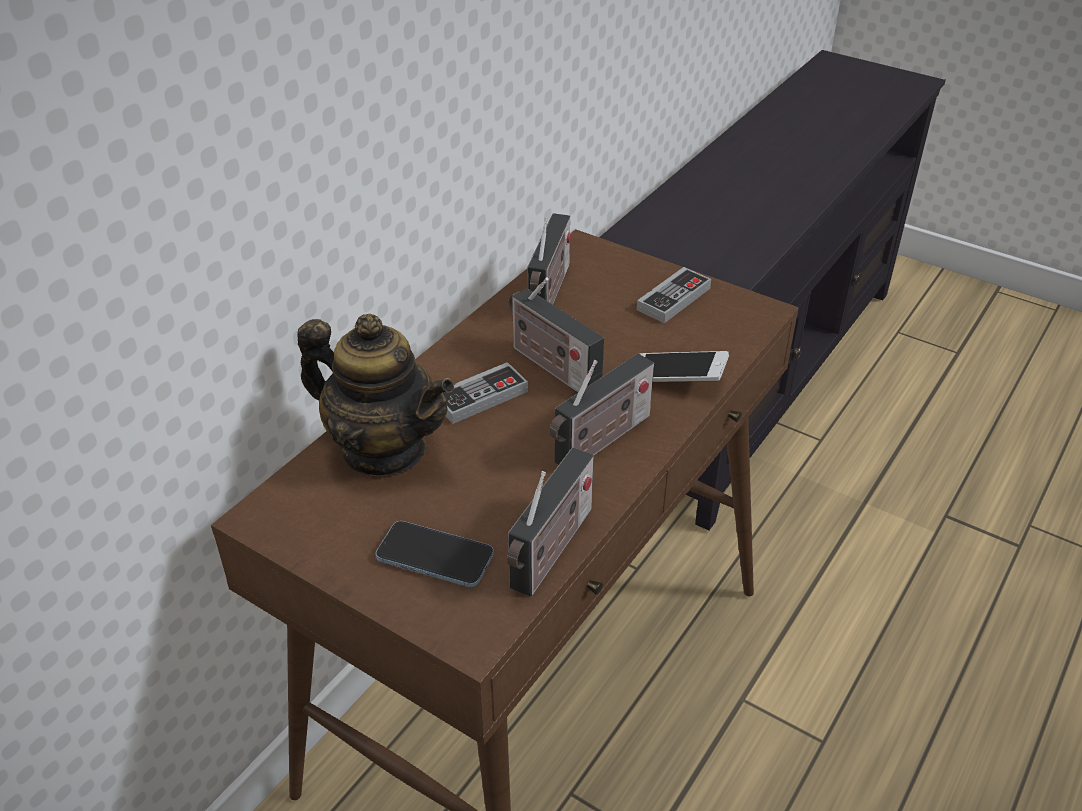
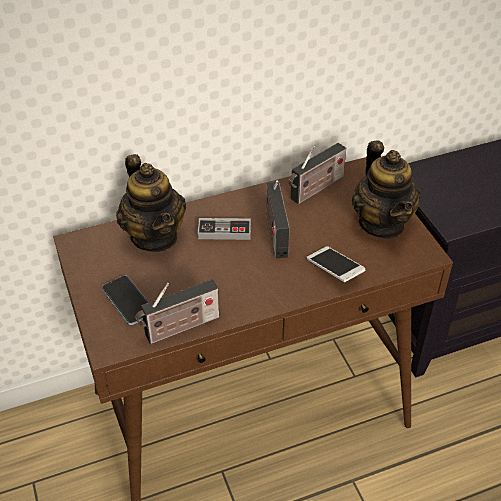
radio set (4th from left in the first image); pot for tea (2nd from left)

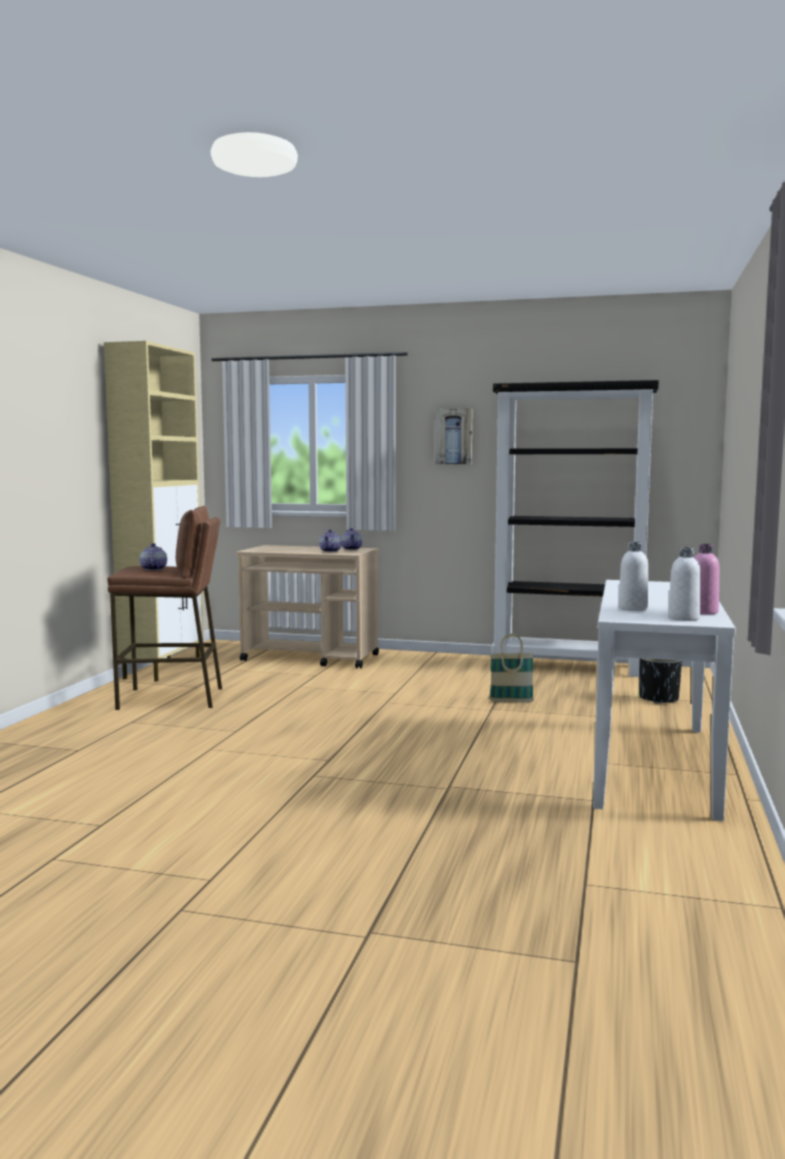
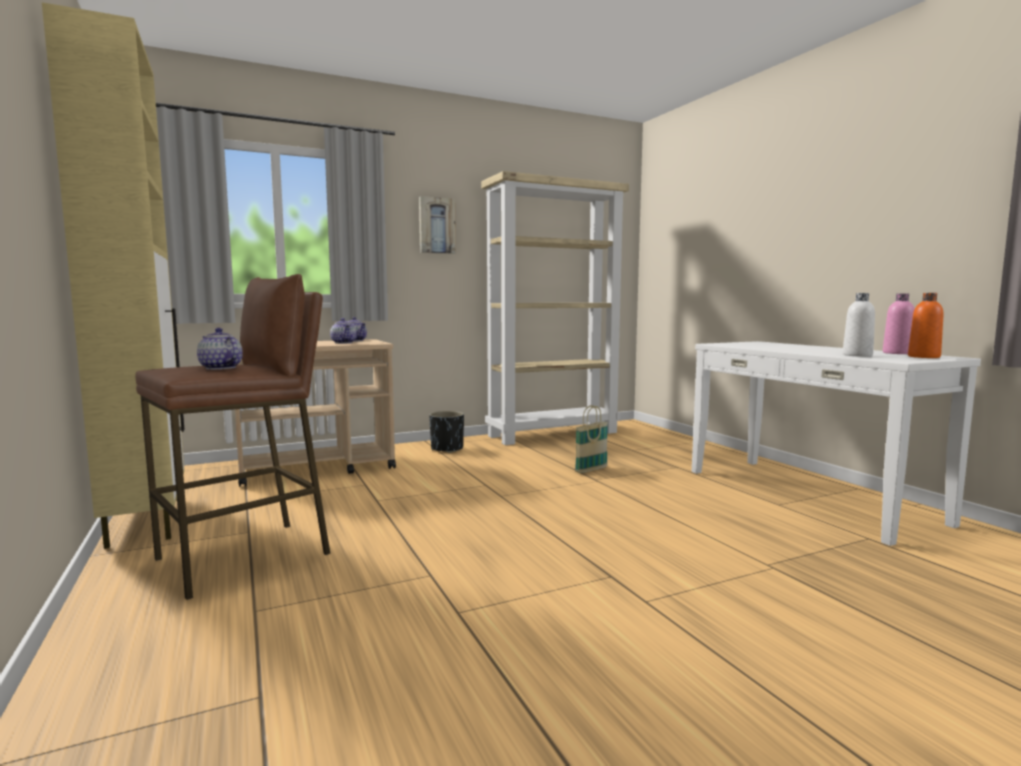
beige shelving unit; black flower pot; orange-coloured bottle

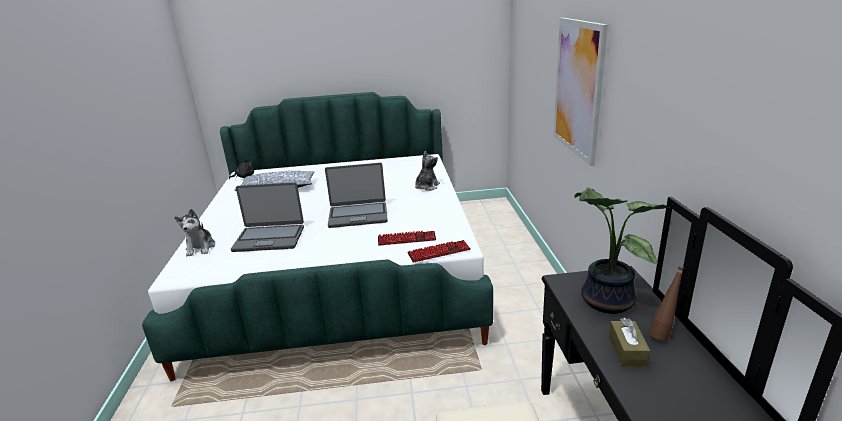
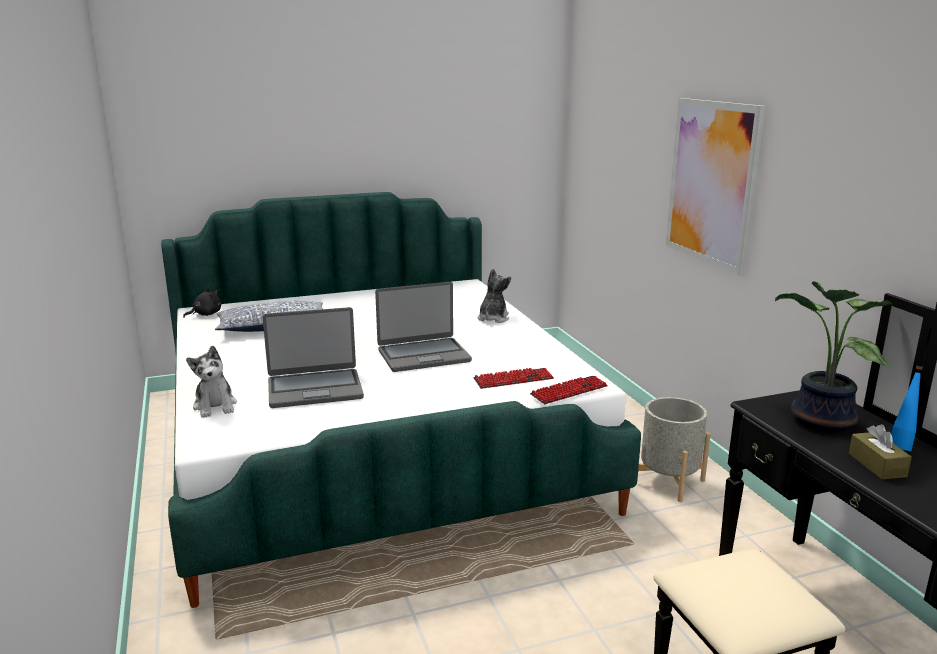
blue-coloured bottle; grey flower pot

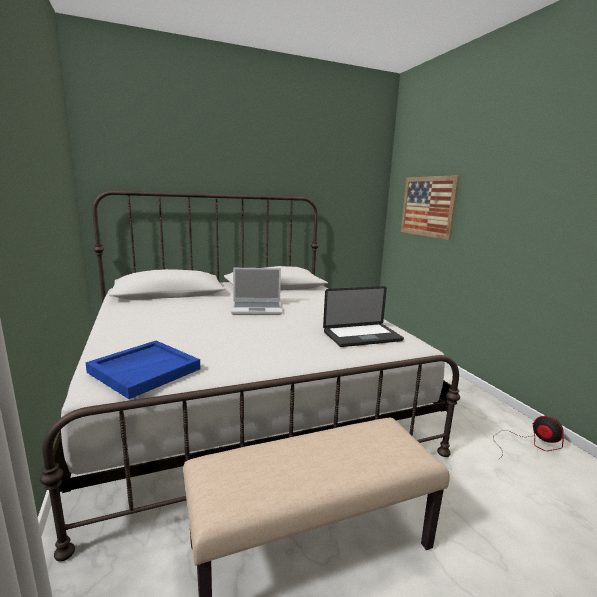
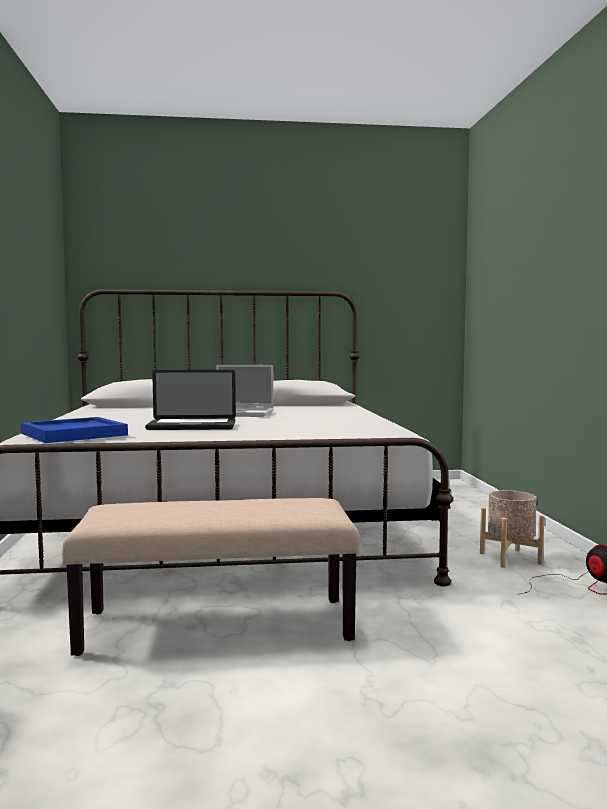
portable computer (1st from left); wall art; beige flower pot

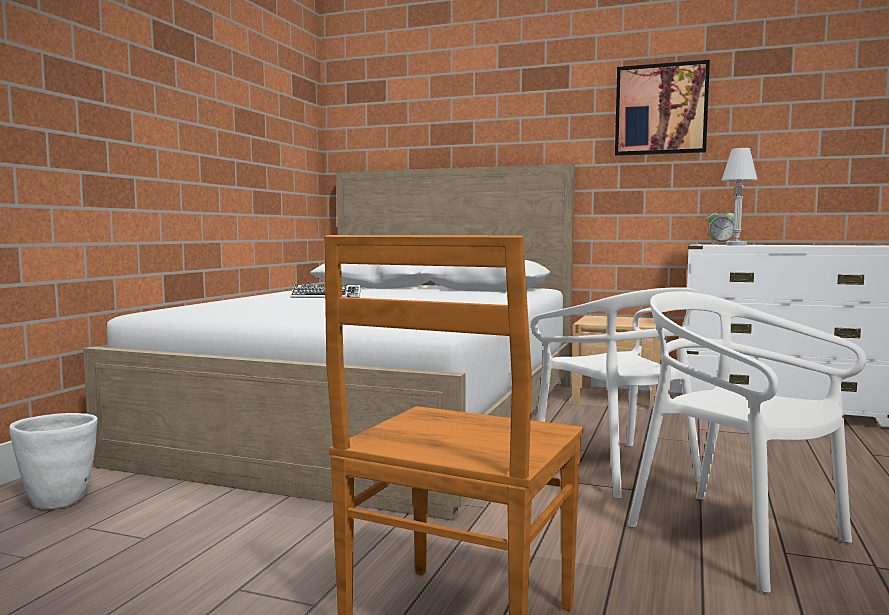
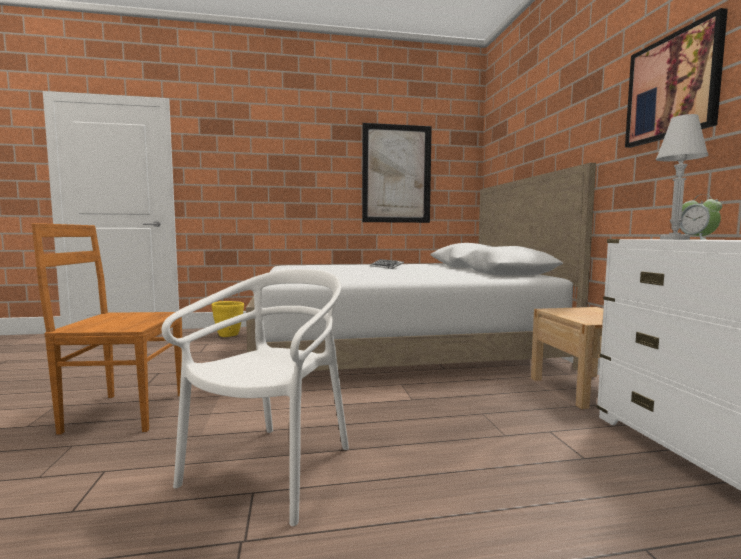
yellow flower pot; white upright chair (1st from left in the first image); wall art (1st from left)

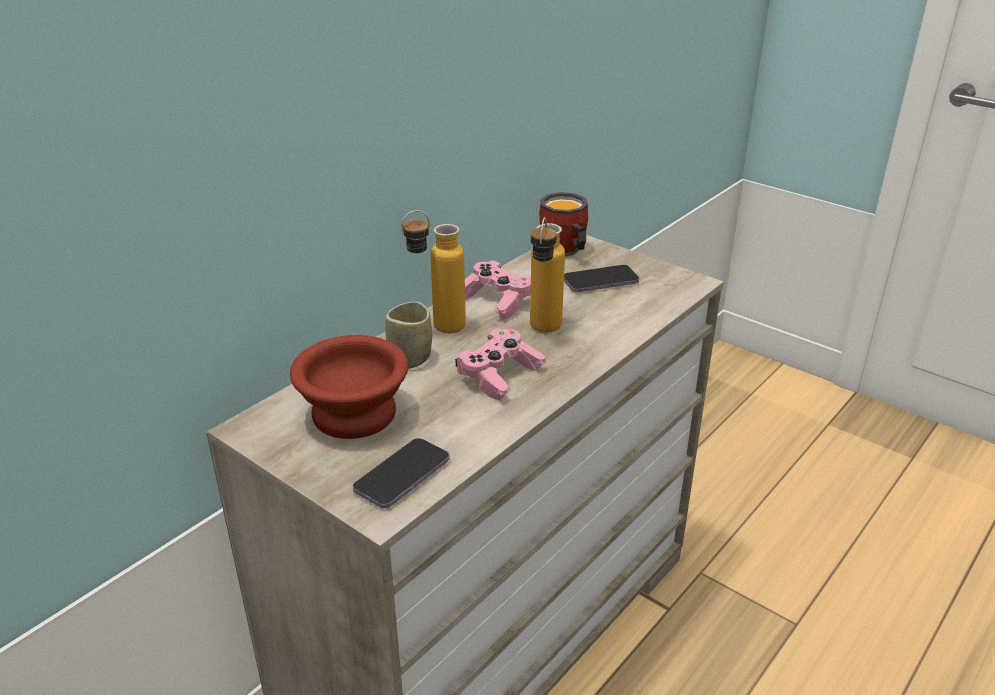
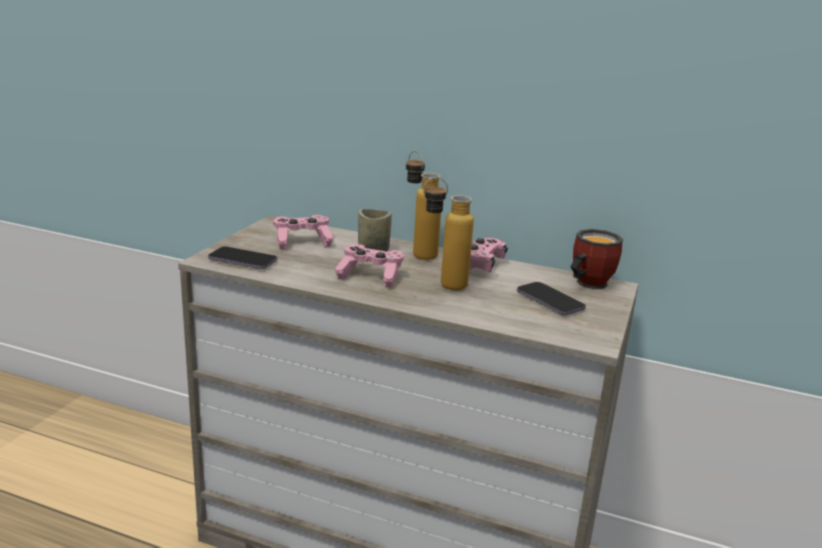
pinkish gamepad (1st from left)

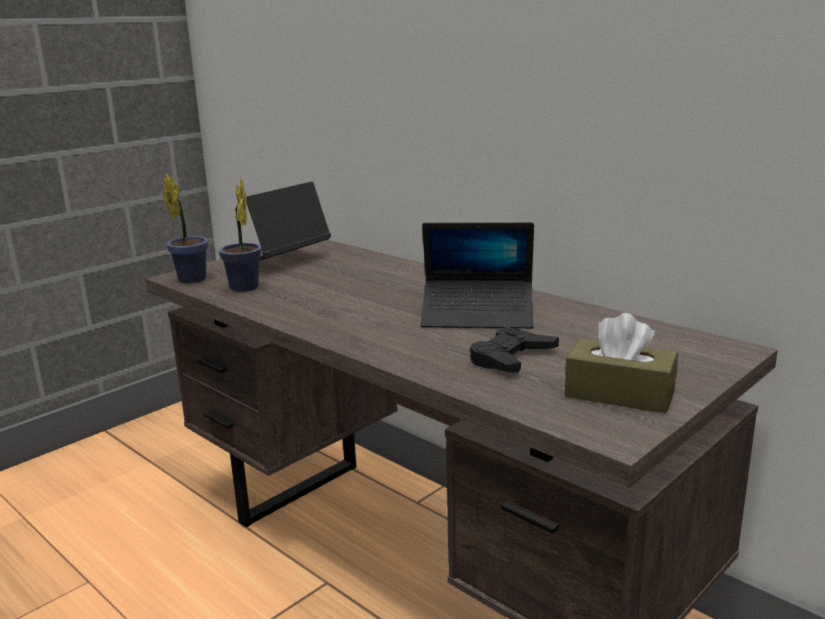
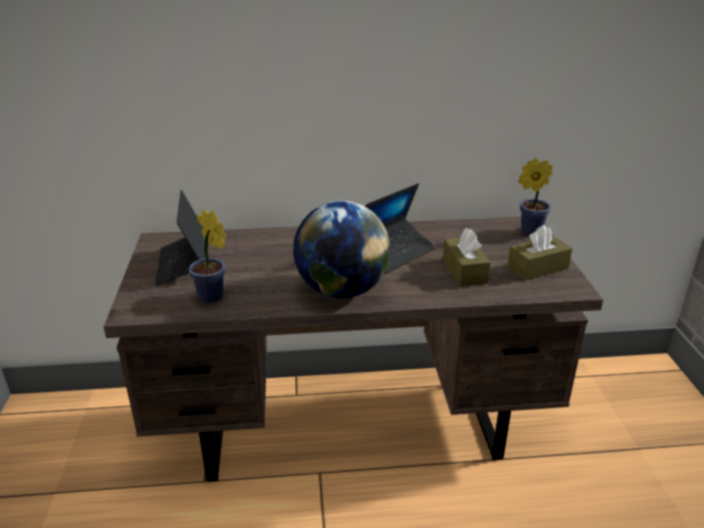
houseplant (2nd from left); brownish box of tissues (1st from left); desk globe

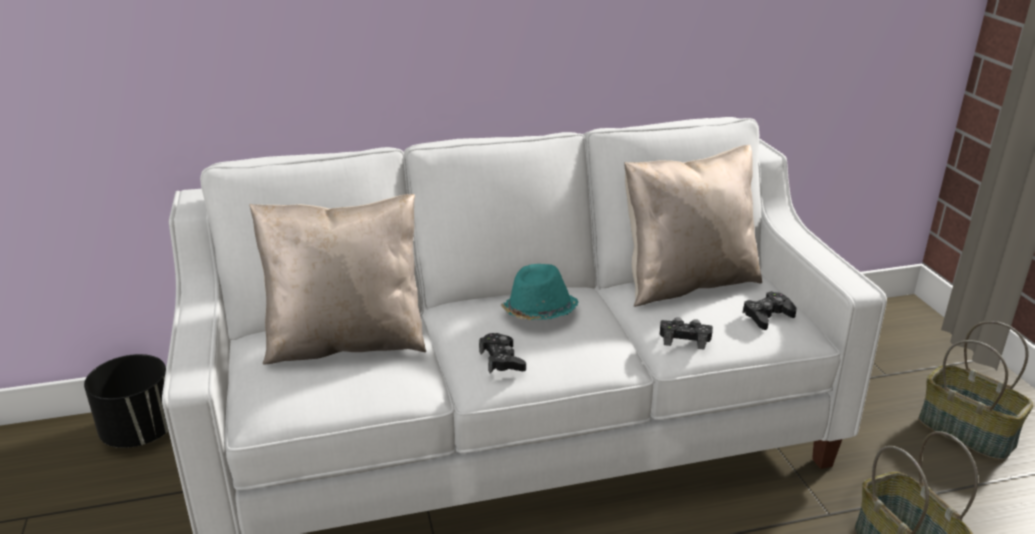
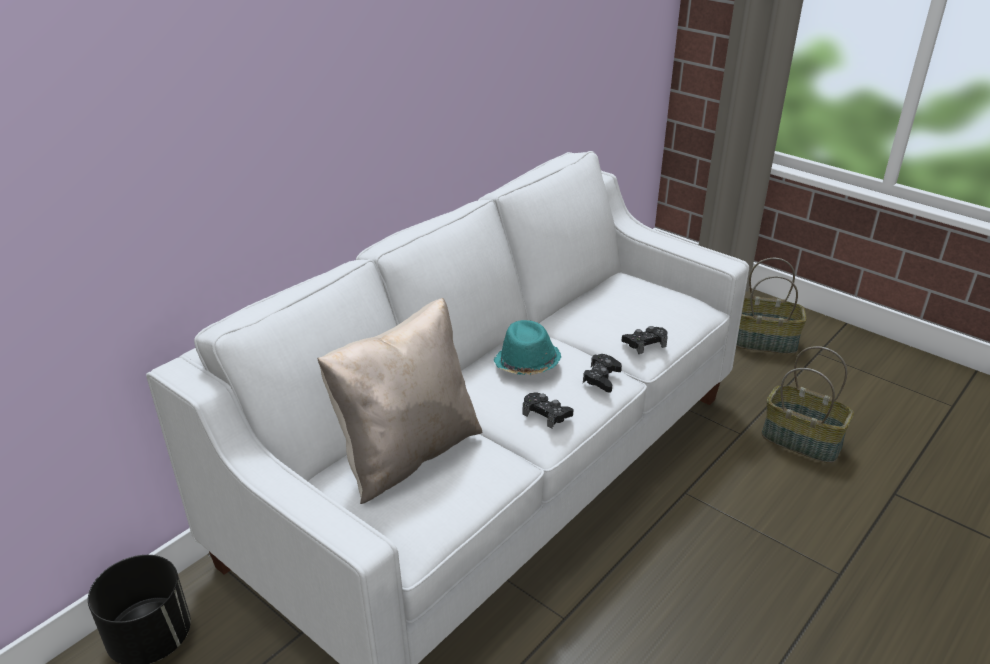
beige cushion (2nd from left in the first image); black gamepad (2nd from left)

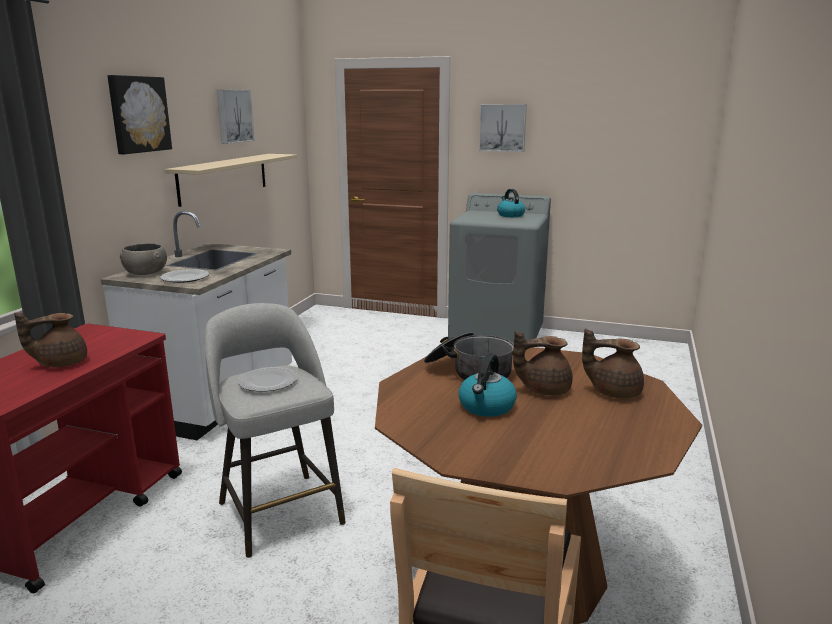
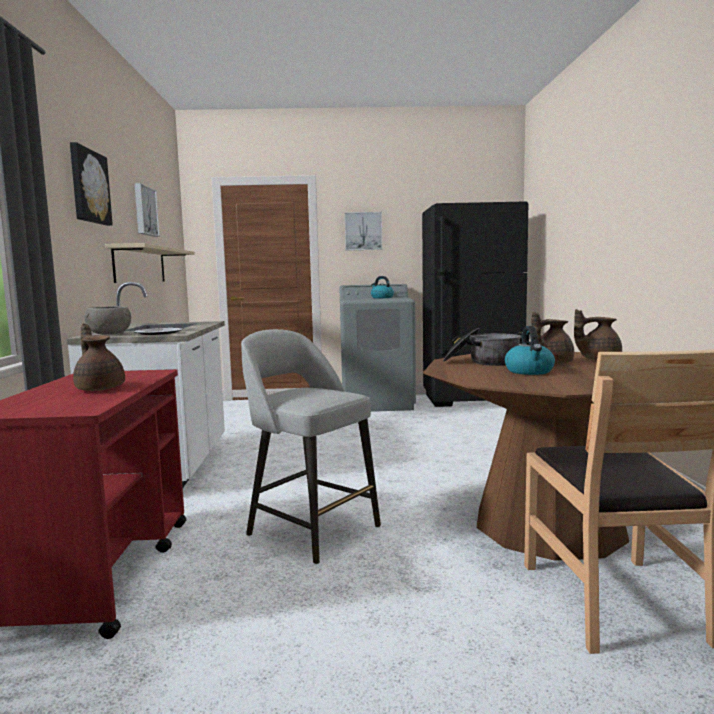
brownish pot for tea (1st from left); plate (2nd from left in the first image); black kitchen fridge

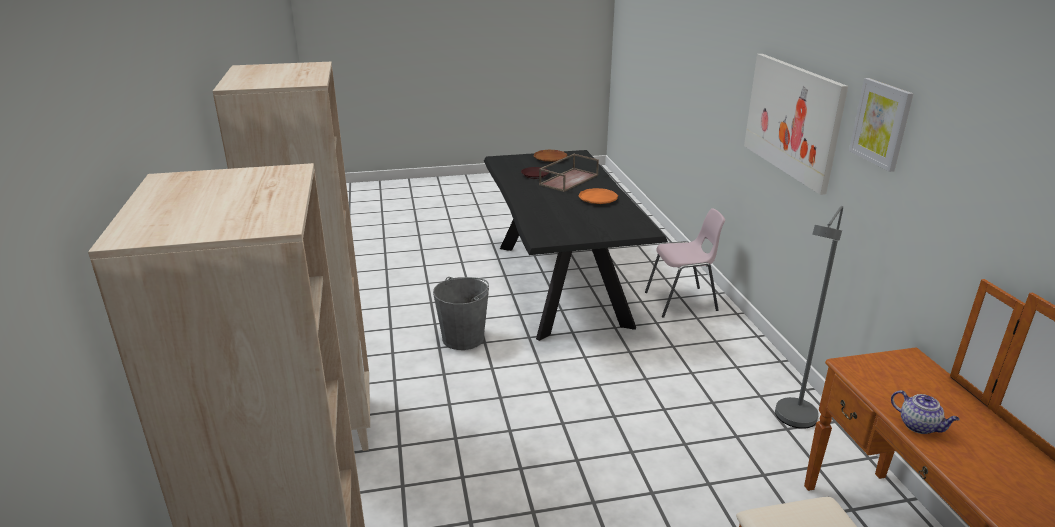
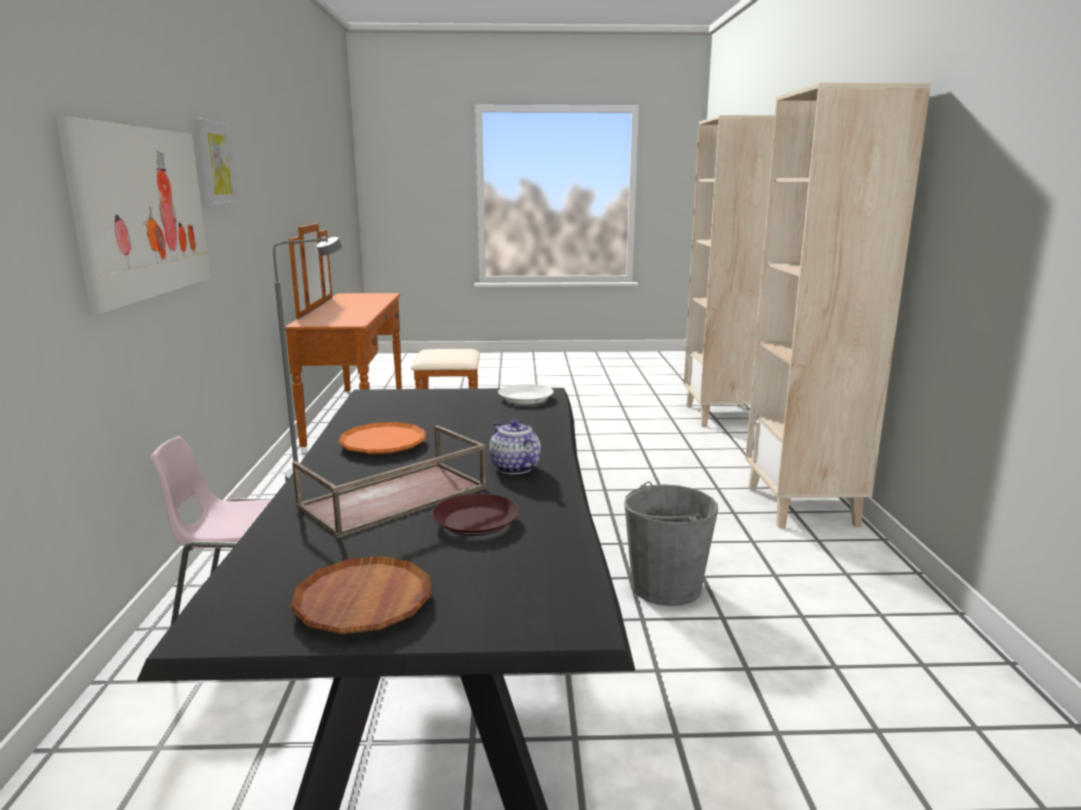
pot for tea; white plate

